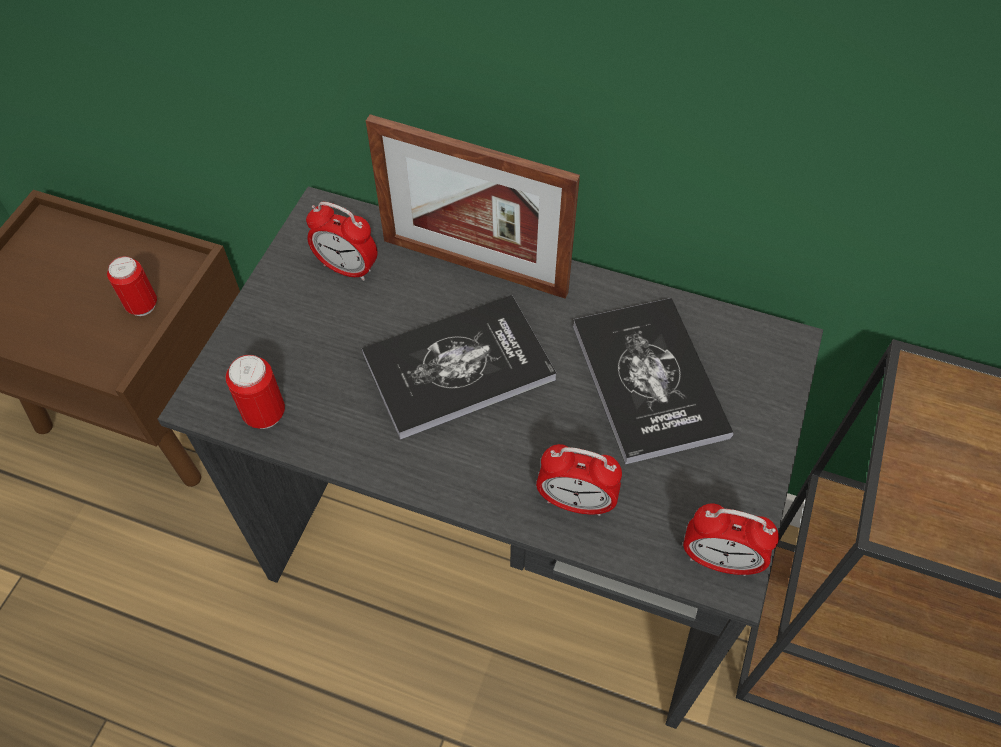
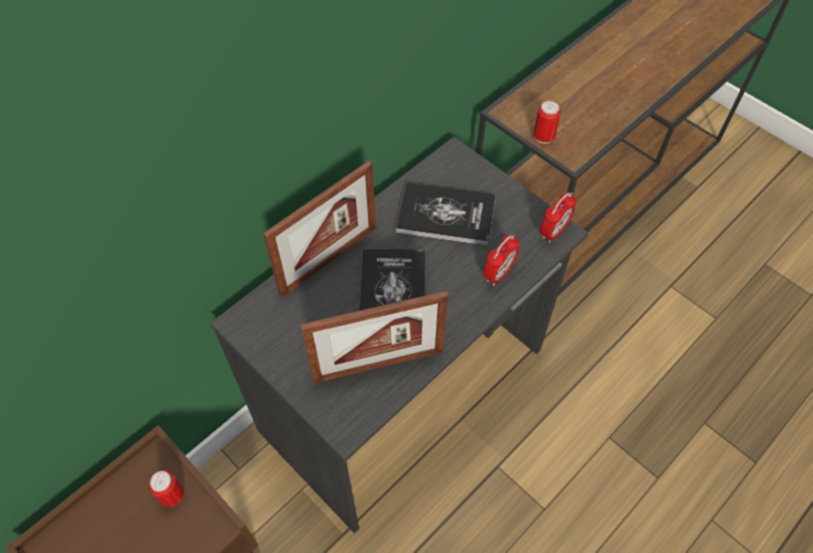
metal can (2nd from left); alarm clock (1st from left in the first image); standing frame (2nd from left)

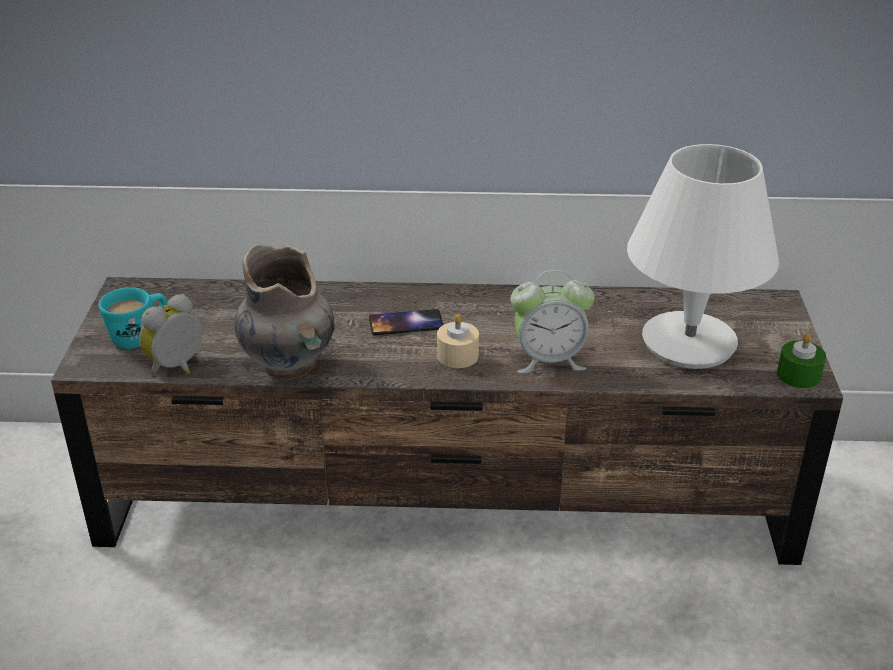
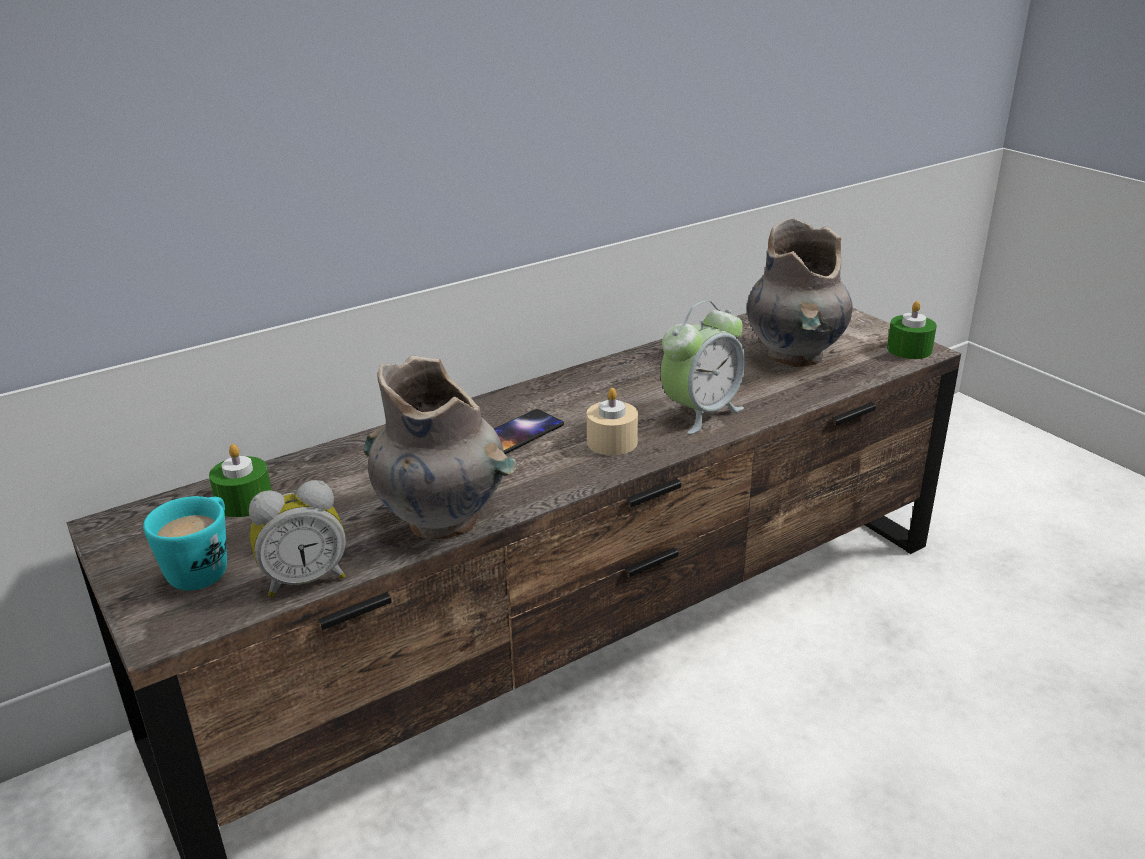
alarm clock (1st from left); grey decorative vase (2nd from left); green wax light (1st from left)

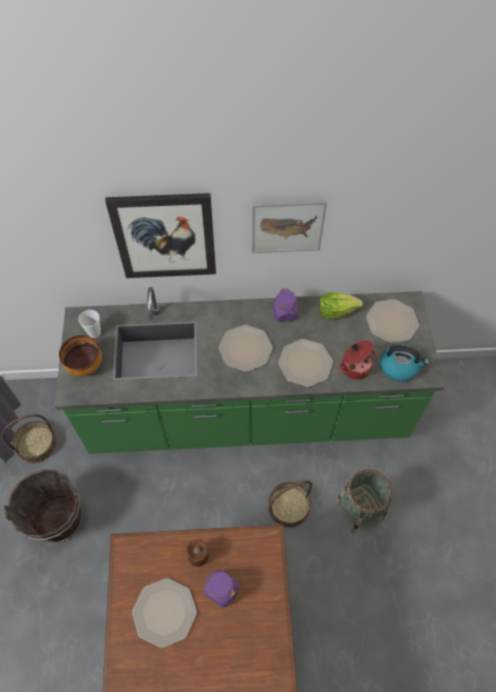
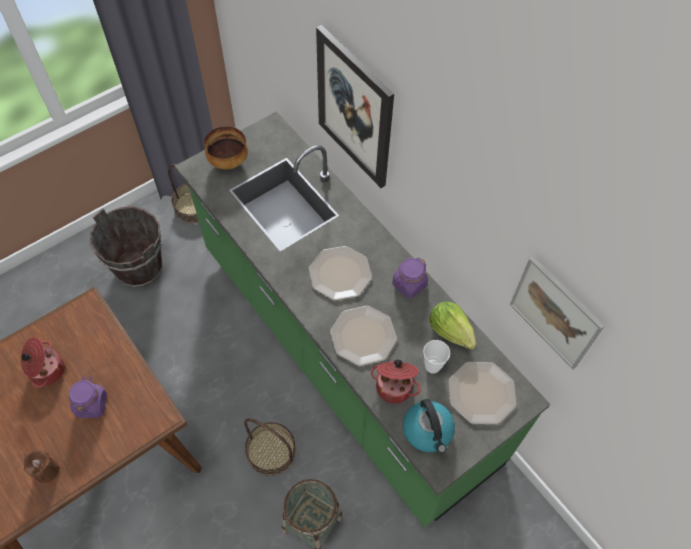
small cup; cooking pot (1st from left); brownish wax light; wall art (2nd from left)

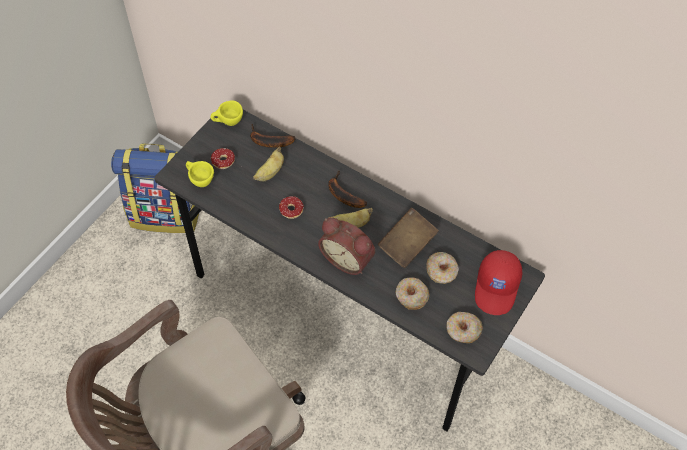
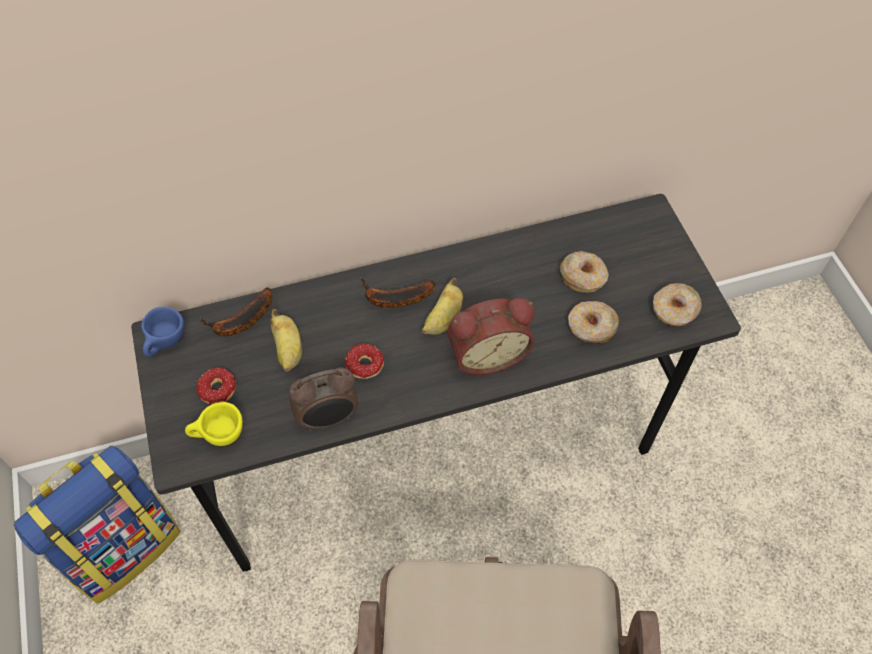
blue-coloured small cup; brownish volume; reddish baseball cap; alarm clock (1st from left)

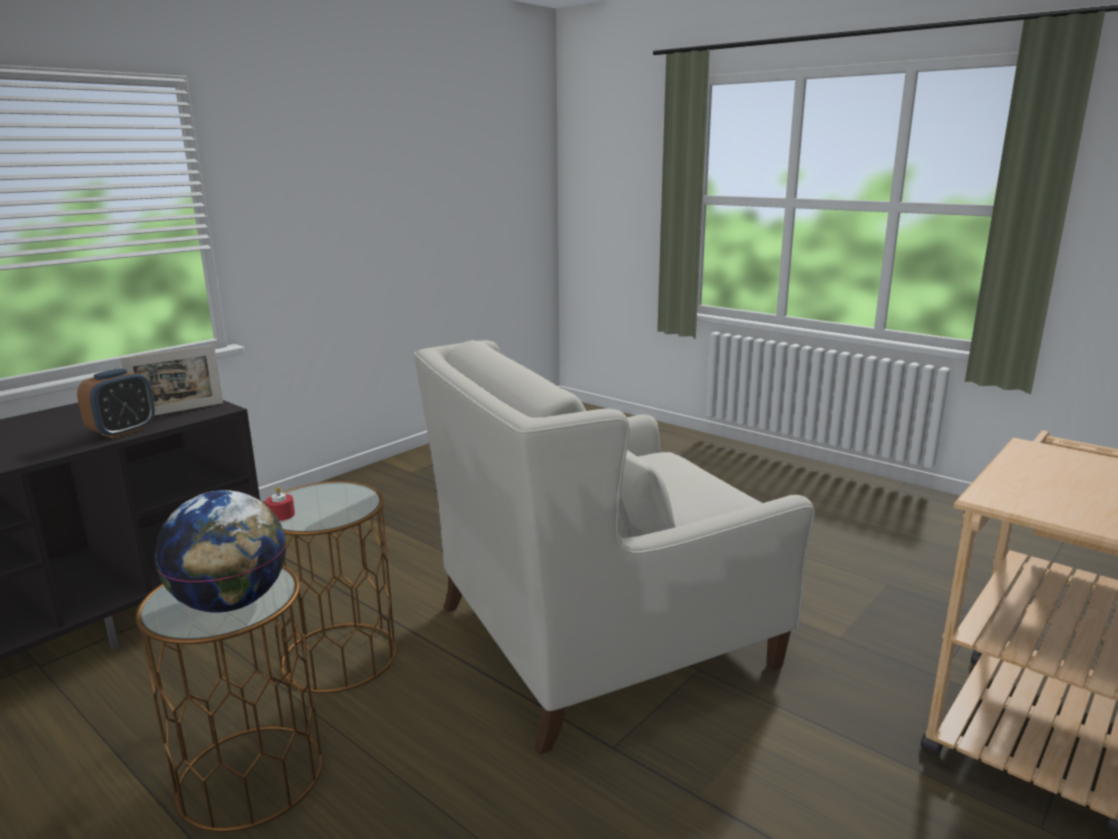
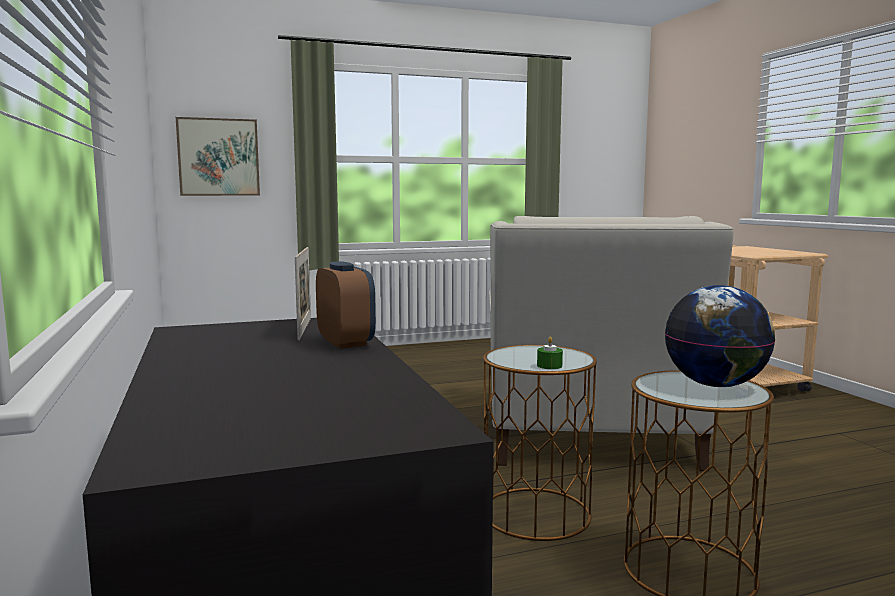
green wax light; wall art

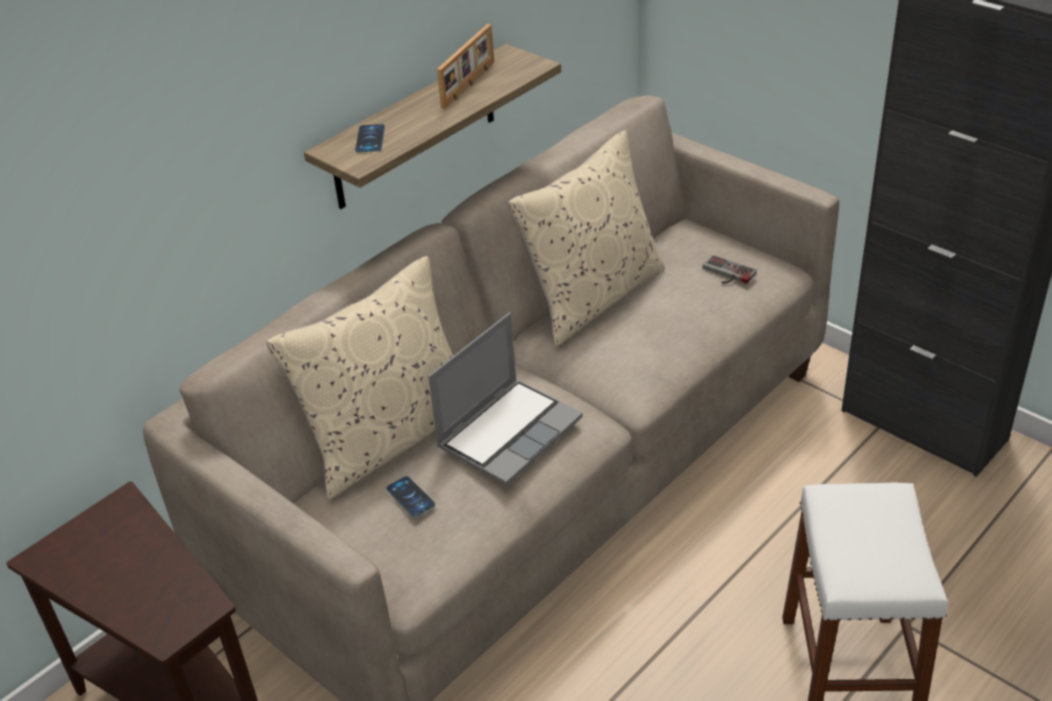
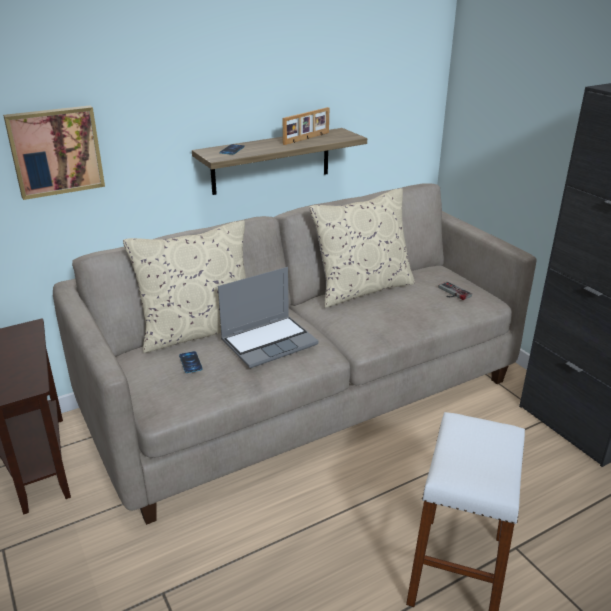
wall art

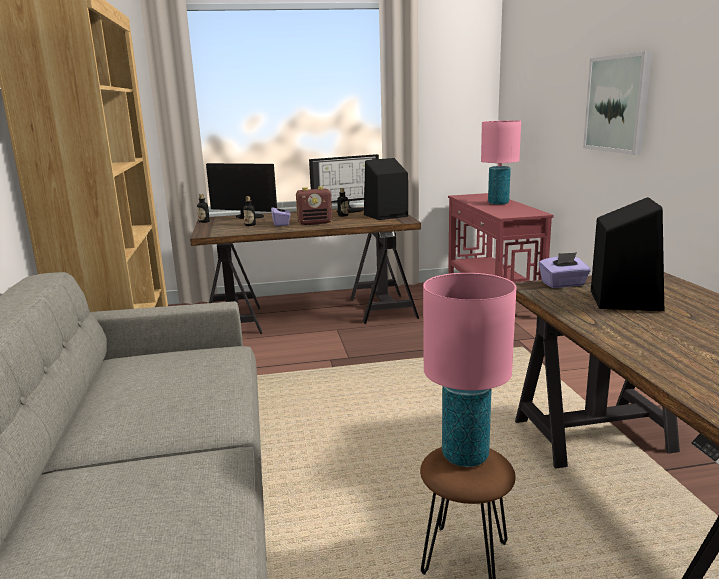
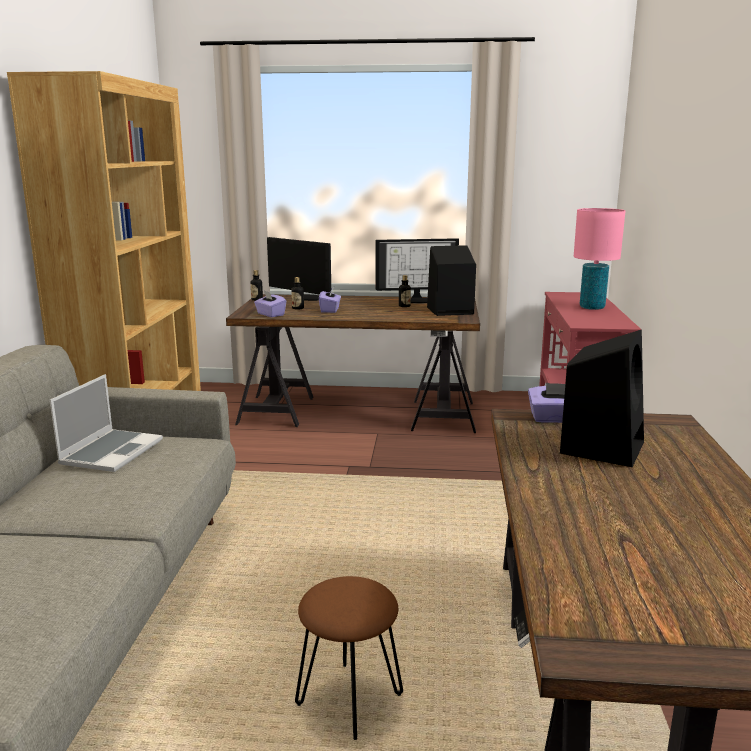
radio set; pinkish table lamp (1st from left in the first image); wall art; portable computer; purplish box of tissues (1st from left)

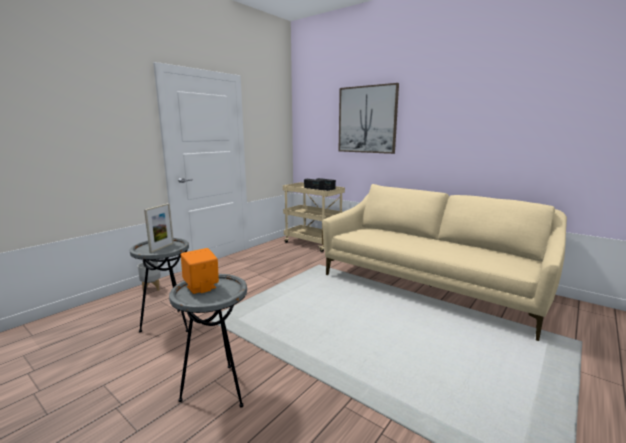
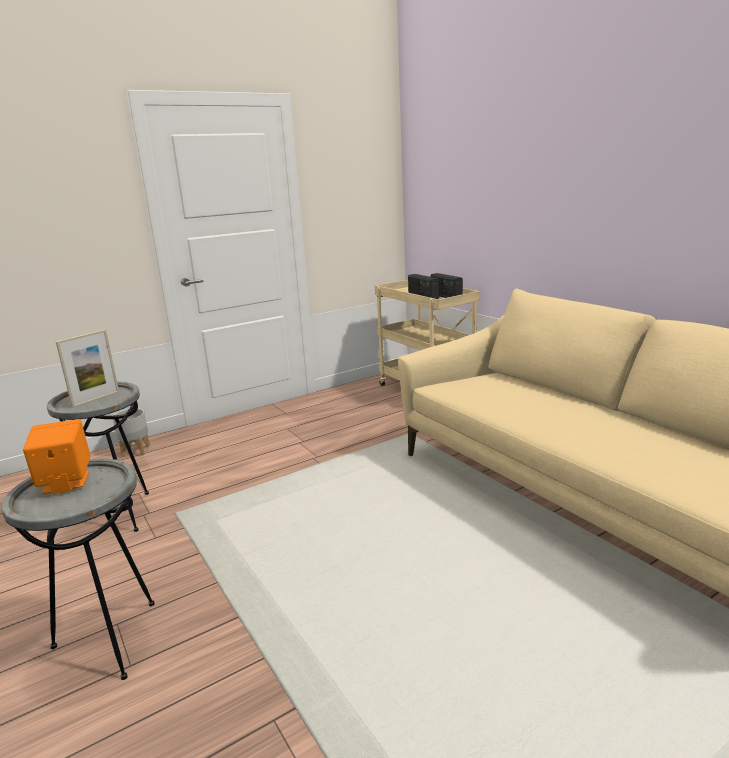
wall art

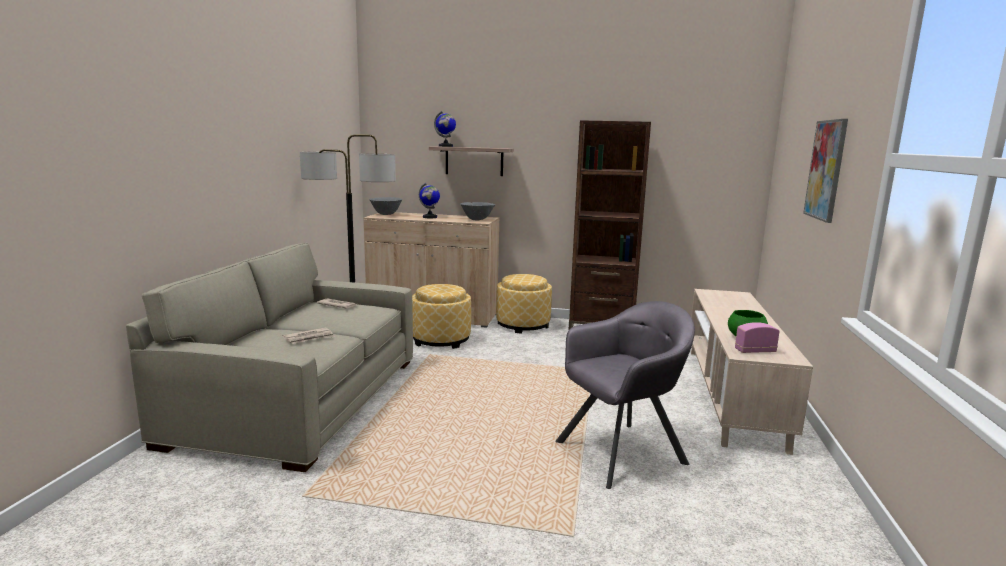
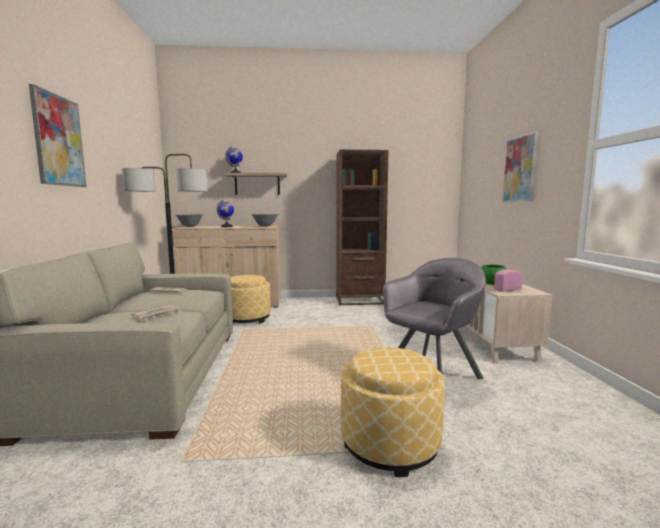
ottoman (2nd from left); wall art (1st from left)

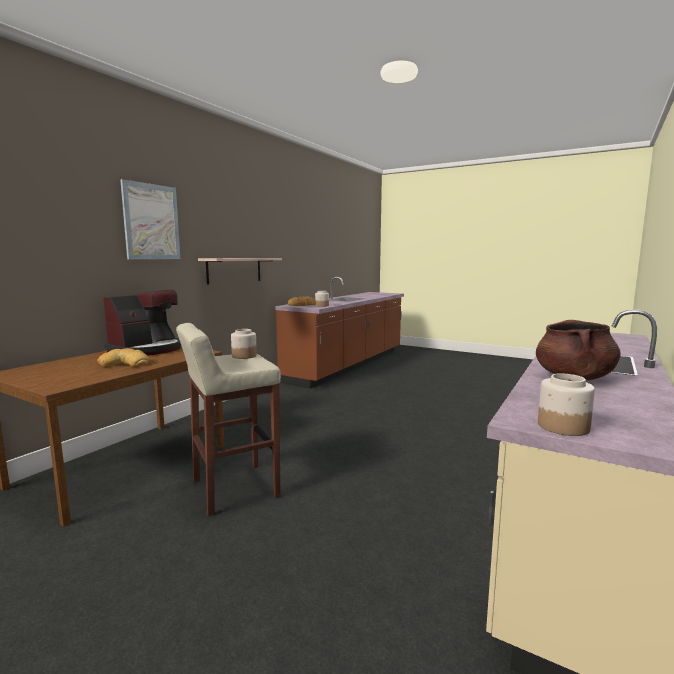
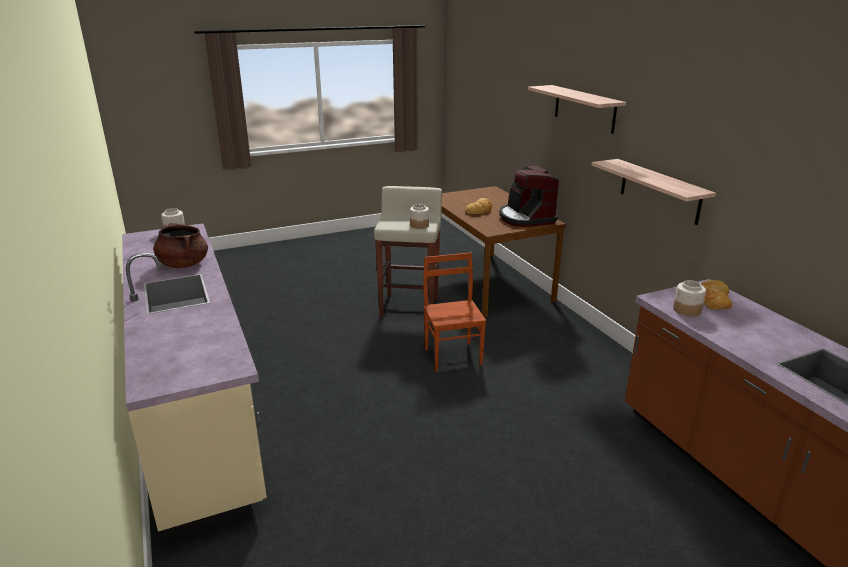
bracket shelf (1st from left); brownish upright chair

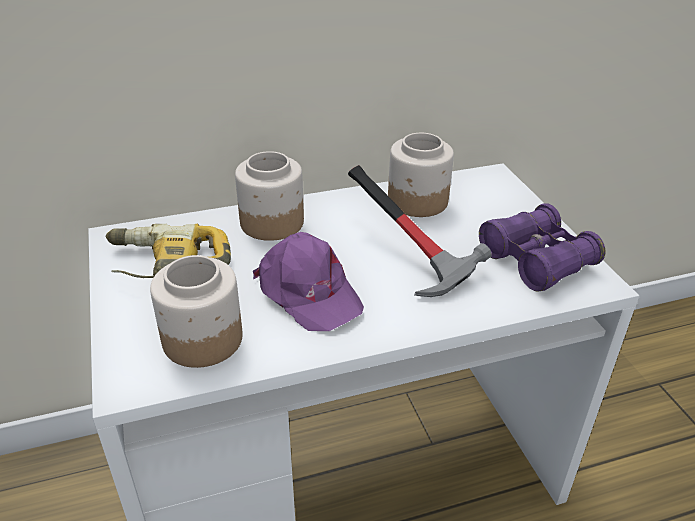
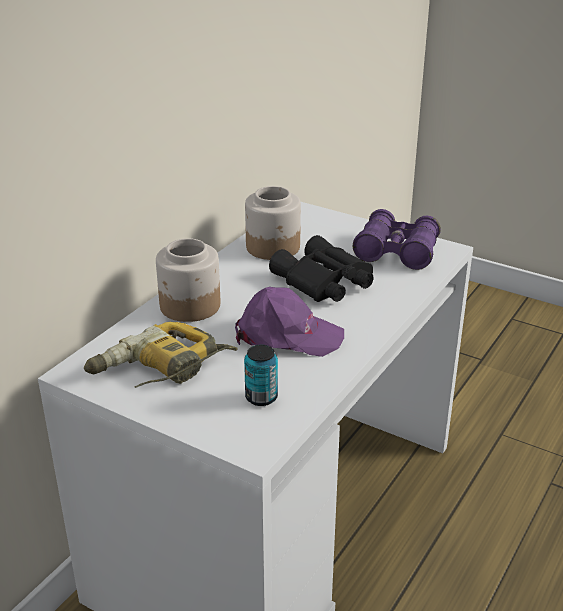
metal can; black pair of binoculars

